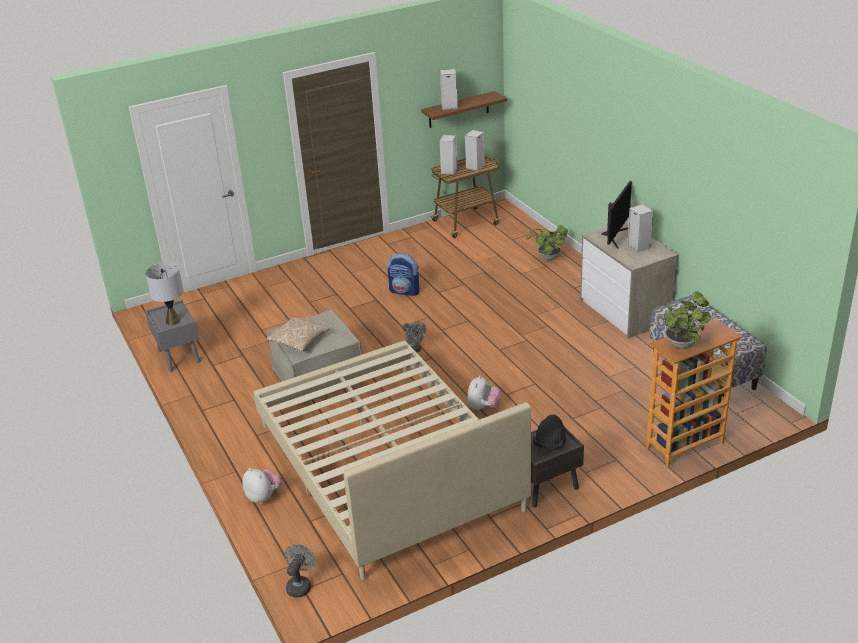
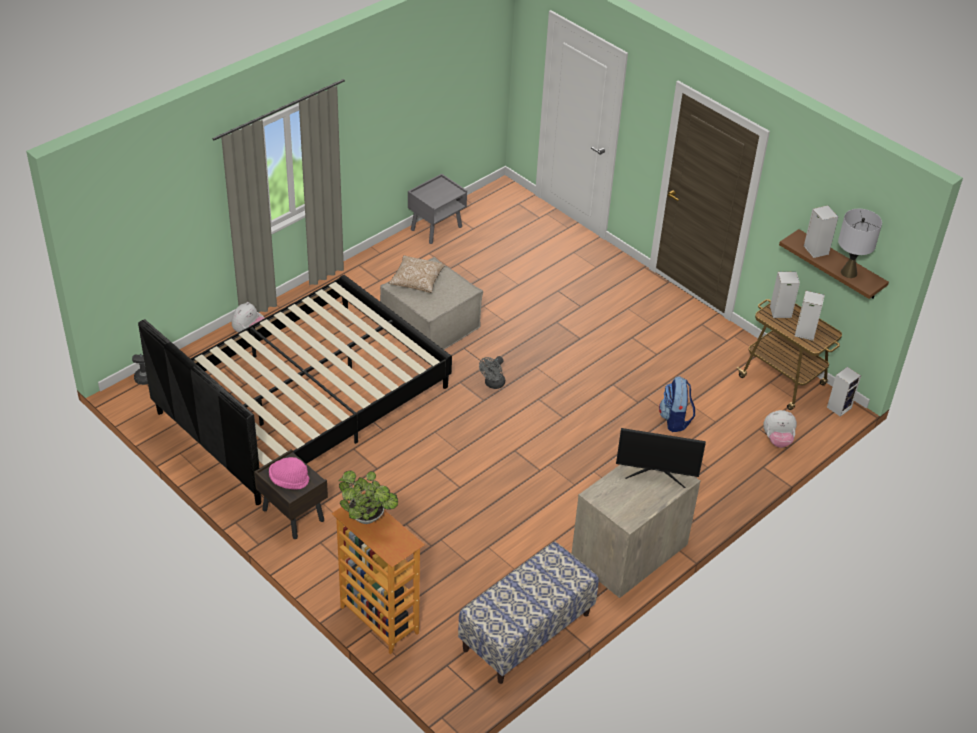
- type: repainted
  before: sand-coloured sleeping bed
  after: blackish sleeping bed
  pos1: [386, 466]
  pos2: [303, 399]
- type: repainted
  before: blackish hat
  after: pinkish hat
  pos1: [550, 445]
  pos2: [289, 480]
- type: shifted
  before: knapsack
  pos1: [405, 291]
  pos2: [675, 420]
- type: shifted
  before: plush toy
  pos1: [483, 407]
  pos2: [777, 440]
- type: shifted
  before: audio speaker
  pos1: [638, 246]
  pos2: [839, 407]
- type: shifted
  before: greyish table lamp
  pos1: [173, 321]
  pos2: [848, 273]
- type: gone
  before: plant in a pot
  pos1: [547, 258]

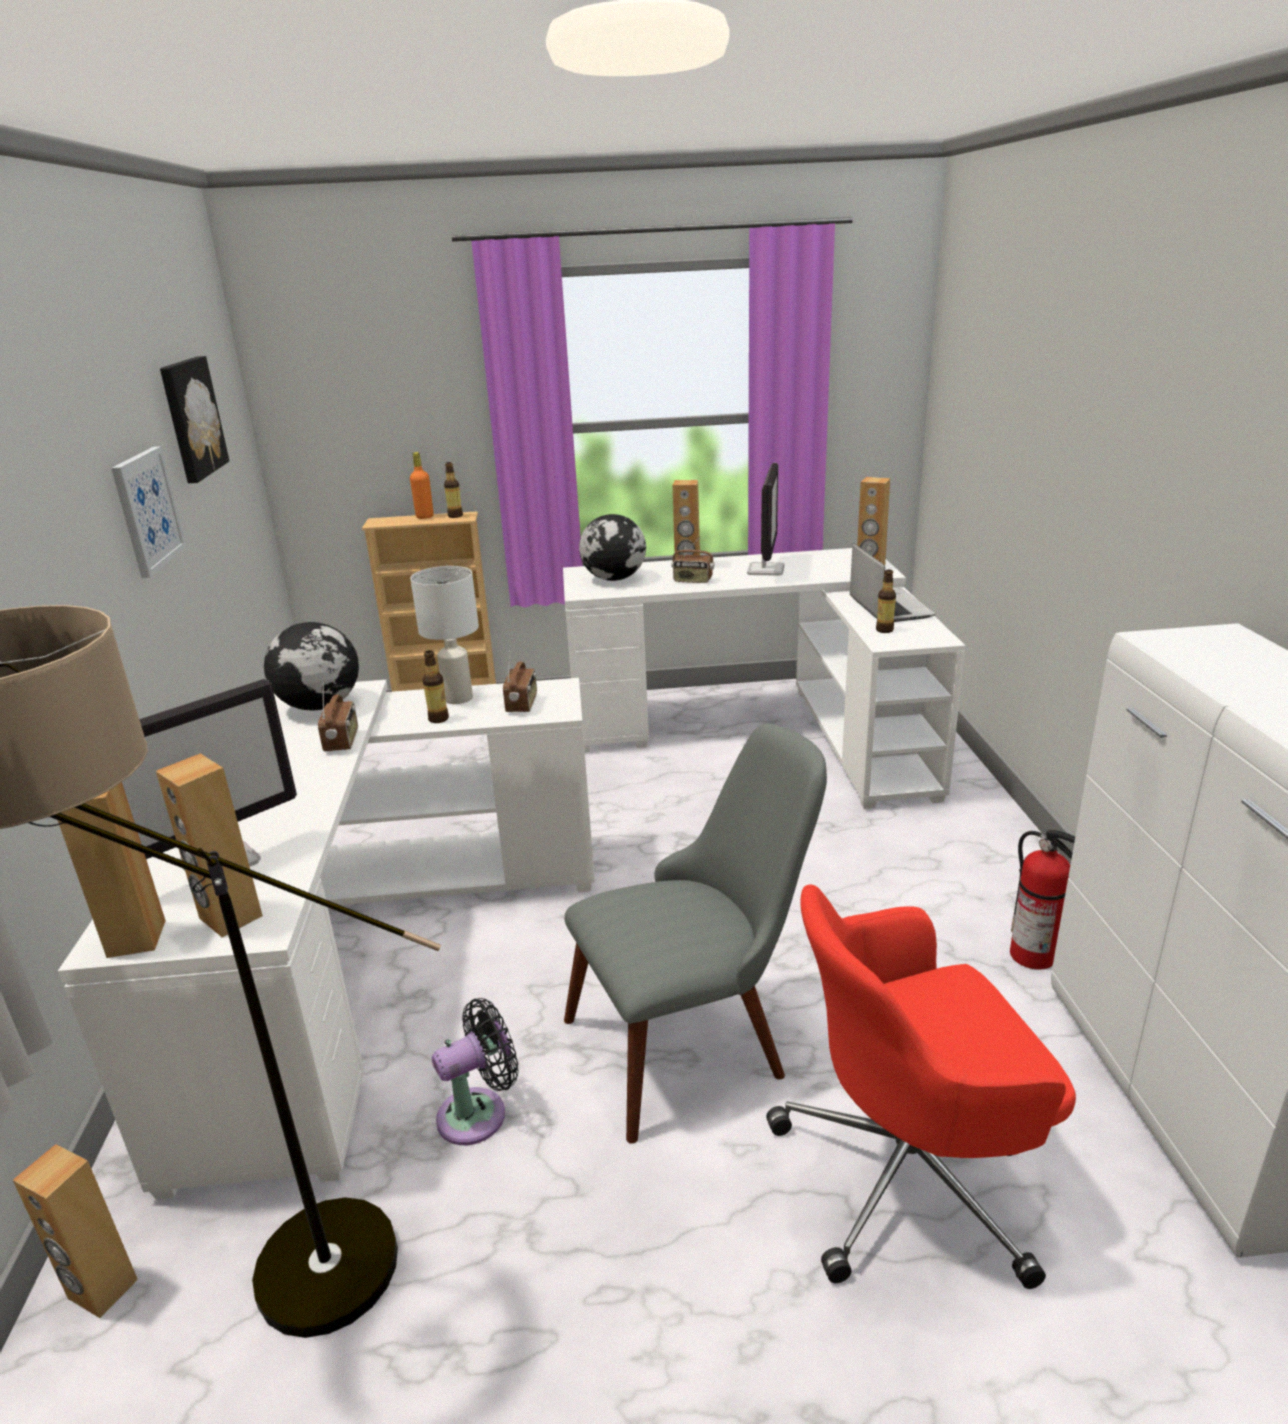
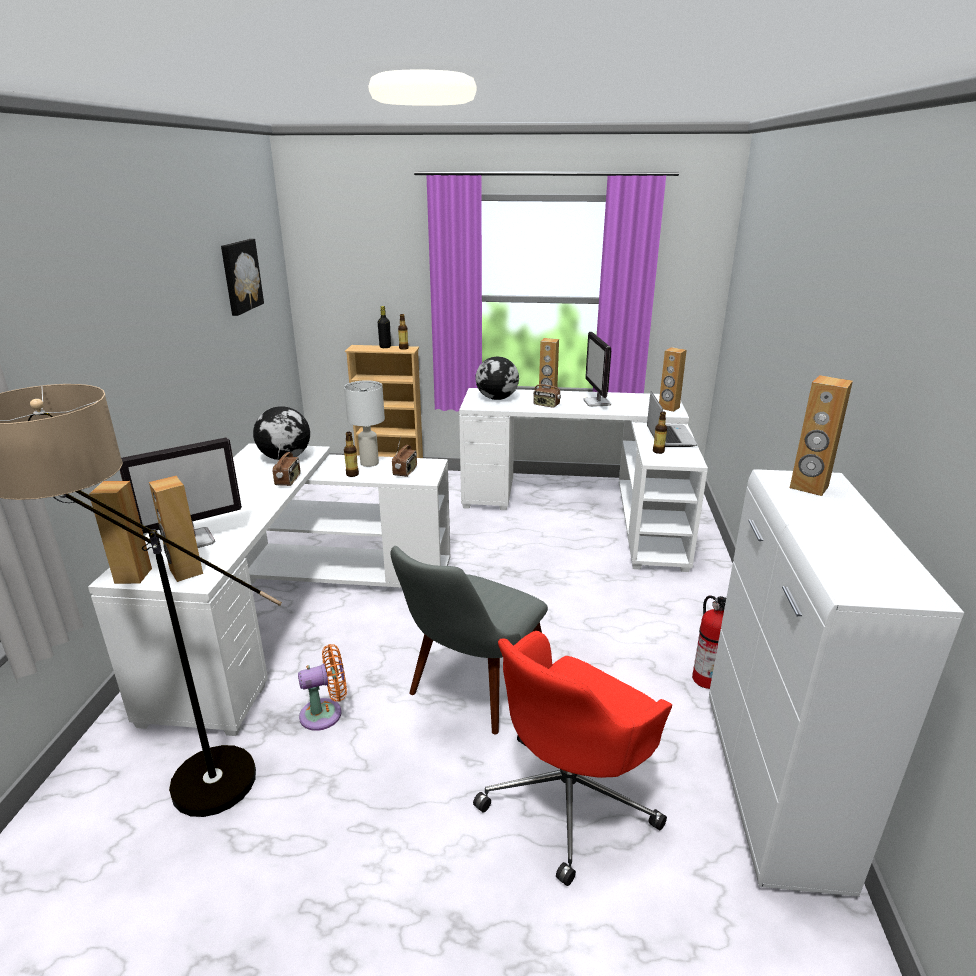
- type: repainted
  before: blackish cooling fan
  after: orange-coloured cooling fan
  pos1: [479, 1113]
  pos2: [325, 713]
- type: repainted
  before: orange-coloured beverage bottle
  after: blackish beverage bottle
  pos1: [425, 517]
  pos2: [385, 347]
- type: rotated
  before: greyish chair
  pos1: [697, 1038]
  pos2: [470, 693]
  turn: 135
- type: rotated
  before: red computer chair
  pos1: [910, 1175]
  pos2: [569, 797]
  turn: -45
- type: rotated
  before: computer display
  pos1: [765, 570]
  pos2: [597, 403]
  turn: 150
- type: shifted
  before: brown-coloured audio speaker
  pos1: [102, 1290]
  pos2: [808, 487]
- type: gone
  before: picture
  pos1: [147, 510]

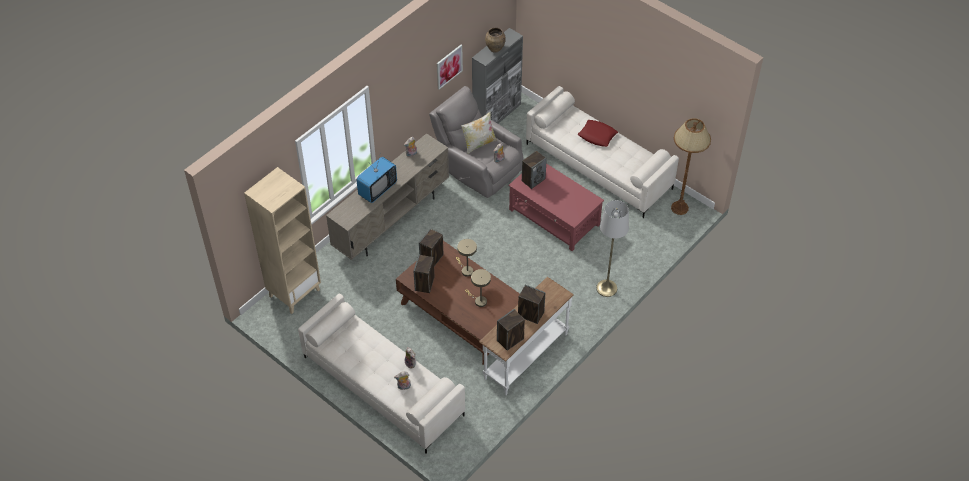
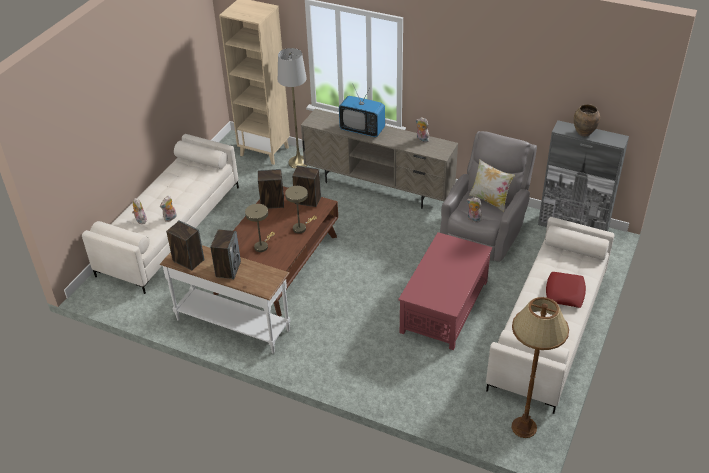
- type: shifted
  before: greyish standing lamp
  pos1: [606, 288]
  pos2: [298, 162]
- type: gone
  before: picture
  pos1: [449, 66]
- type: gone
  before: audio speaker
  pos1: [533, 180]

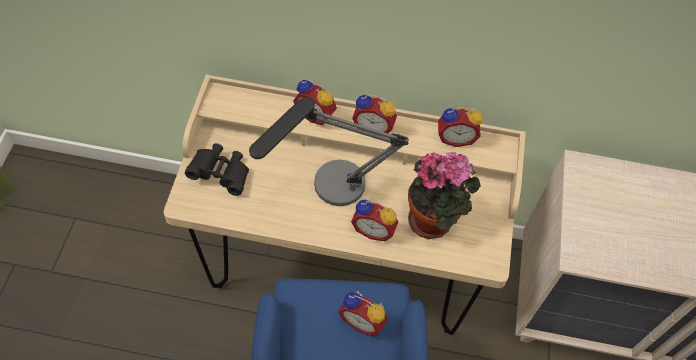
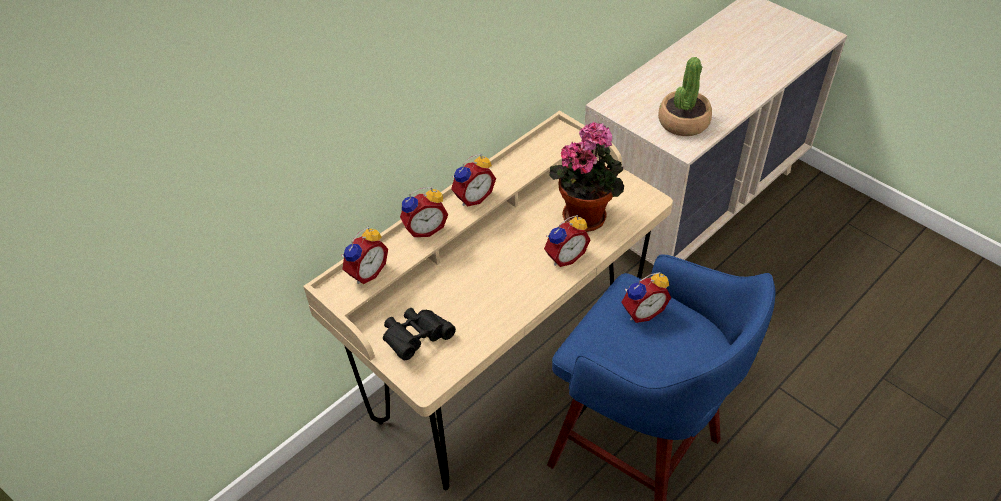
- type: shifted
  before: table clock
  pos1: [455, 137]
  pos2: [366, 272]
- type: new
  after: plant in a pot
  pos2: [683, 122]
- type: gone
  before: table lamp
  pos1: [327, 193]

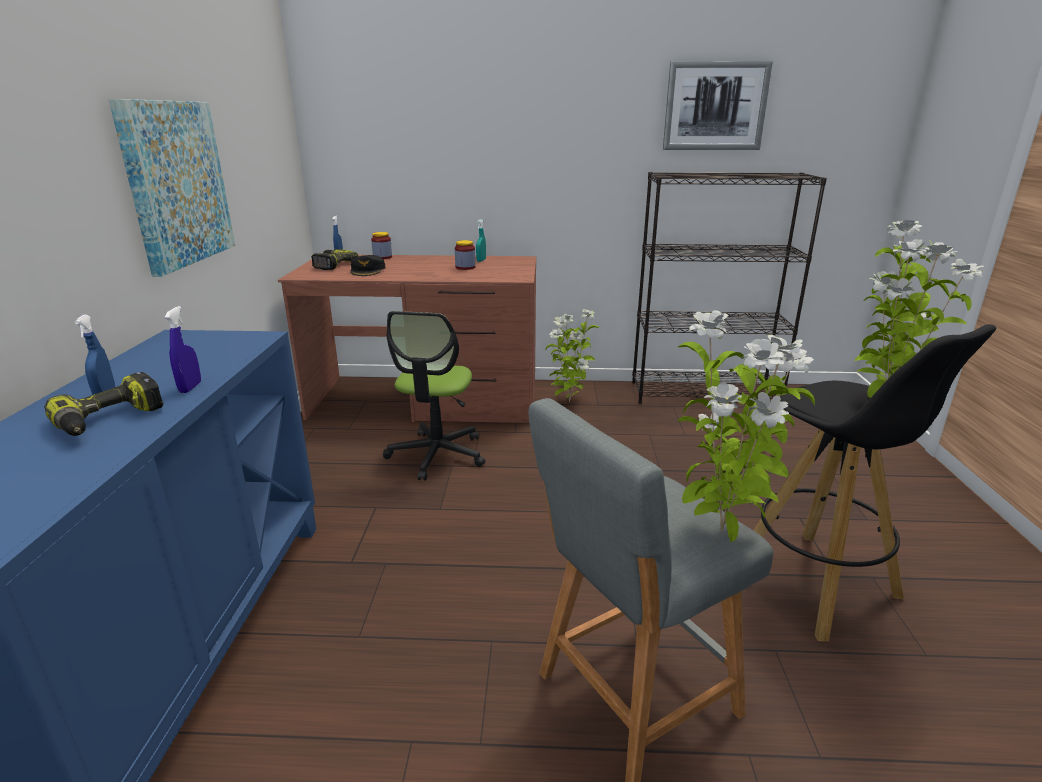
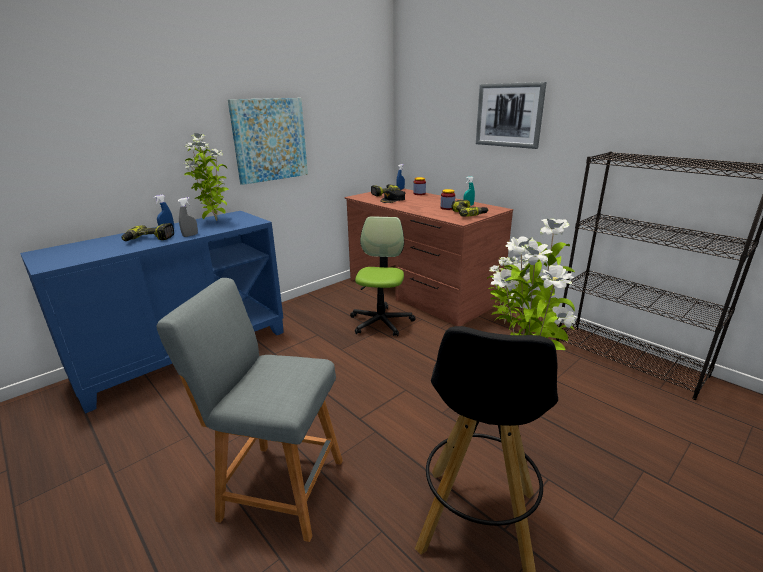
- type: repainted
  before: bluish hand sprayer
  after: greyish hand sprayer
  pos1: [190, 387]
  pos2: [190, 235]
- type: shifted
  before: plant in a pot
  pos1: [722, 533]
  pos2: [215, 221]
- type: rotated
  before: computer chair
  pos1: [437, 454]
  pos2: [381, 322]
  turn: 135
- type: new
  after: electric drill
  pos2: [468, 214]
- type: shifted
  before: picture
  pos1: [715, 106]
  pos2: [509, 115]

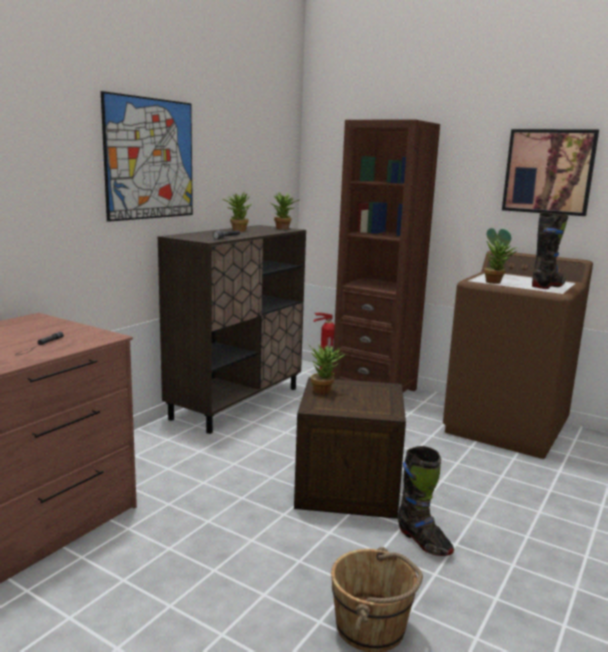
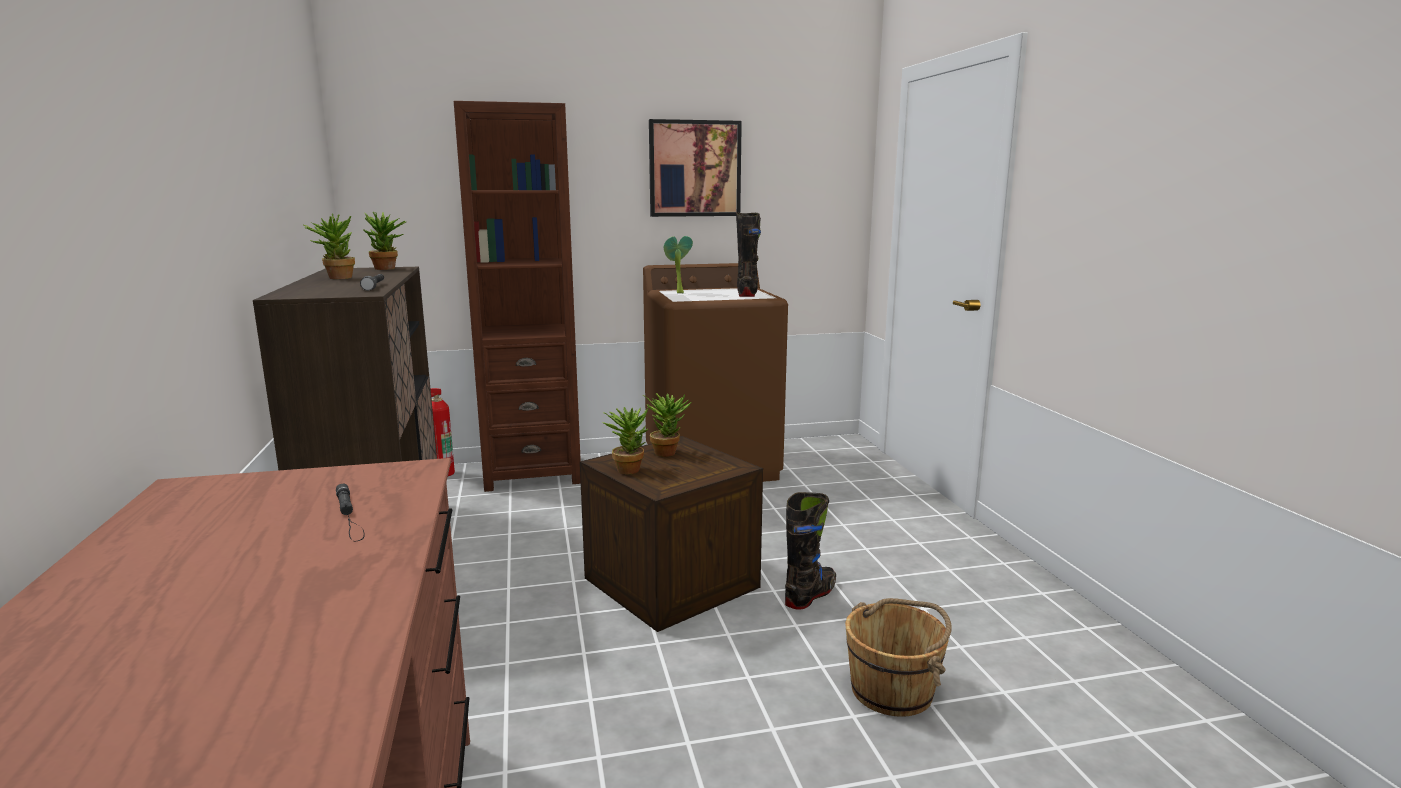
- type: shifted
  before: plant in a pot
  pos1: [496, 282]
  pos2: [668, 452]
- type: rotated
  before: blackish tall boot
  pos1: [423, 541]
  pos2: [810, 595]
  turn: -60
- type: gone
  before: picture
  pos1: [150, 159]

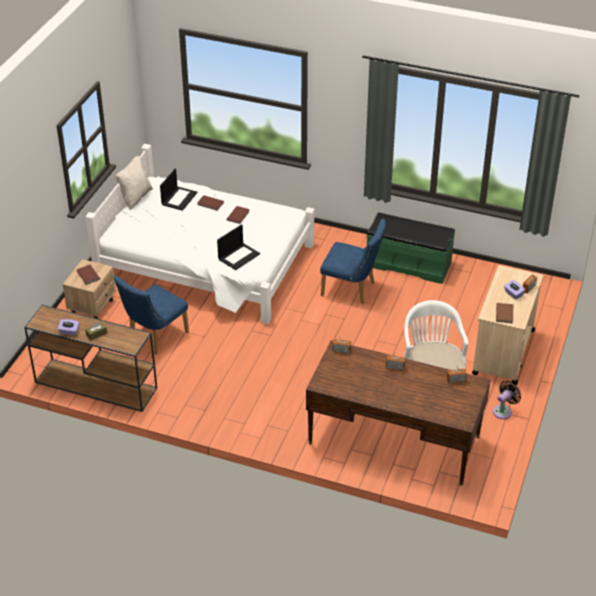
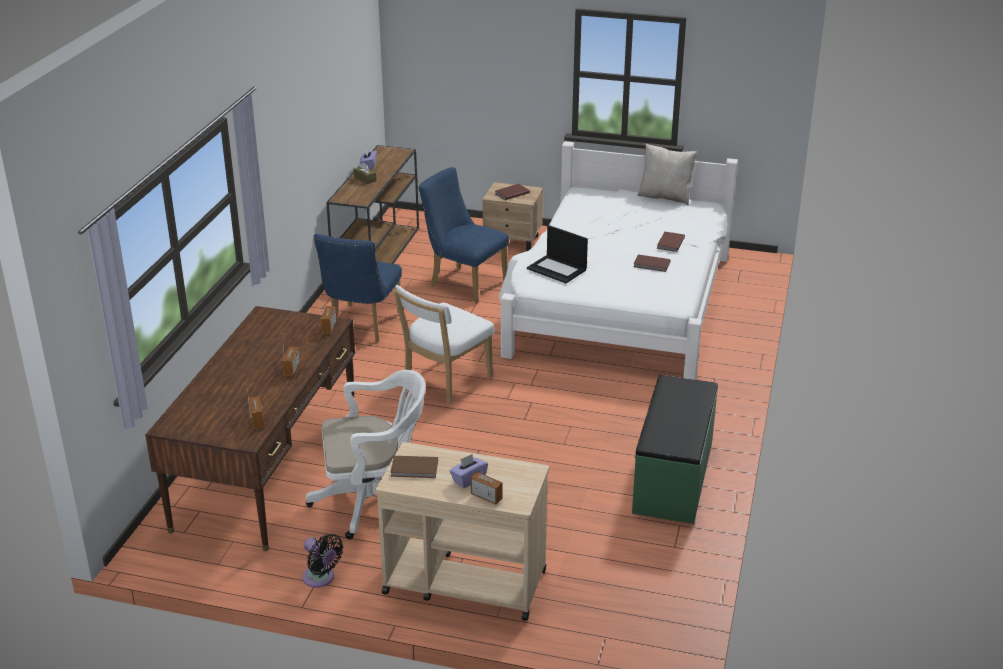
- type: shifted
  before: bluish chair
  pos1: [352, 290]
  pos2: [362, 326]
- type: new
  after: white chair
  pos2: [445, 382]
- type: gone
  before: laptop
  pos1: [179, 198]

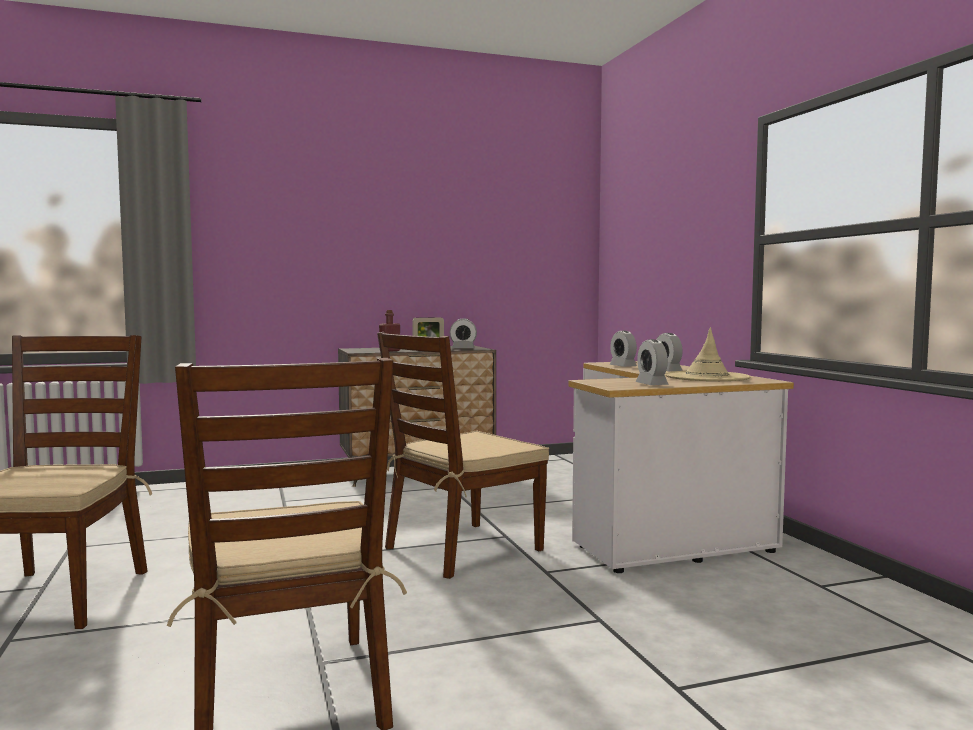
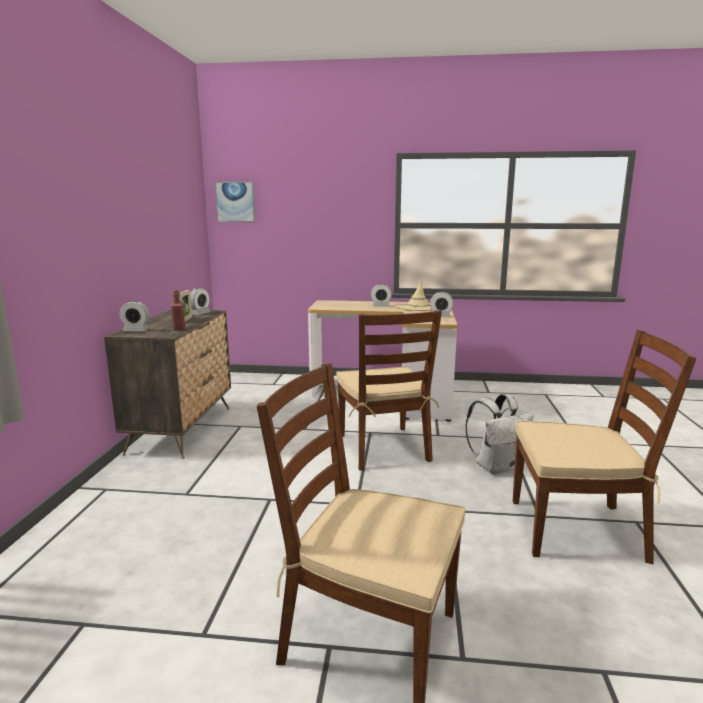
- type: shifted
  before: table clock
  pos1: [623, 366]
  pos2: [136, 330]
- type: new
  after: picture
  pos2: [235, 202]
- type: new
  after: white knapsack
  pos2: [496, 467]

